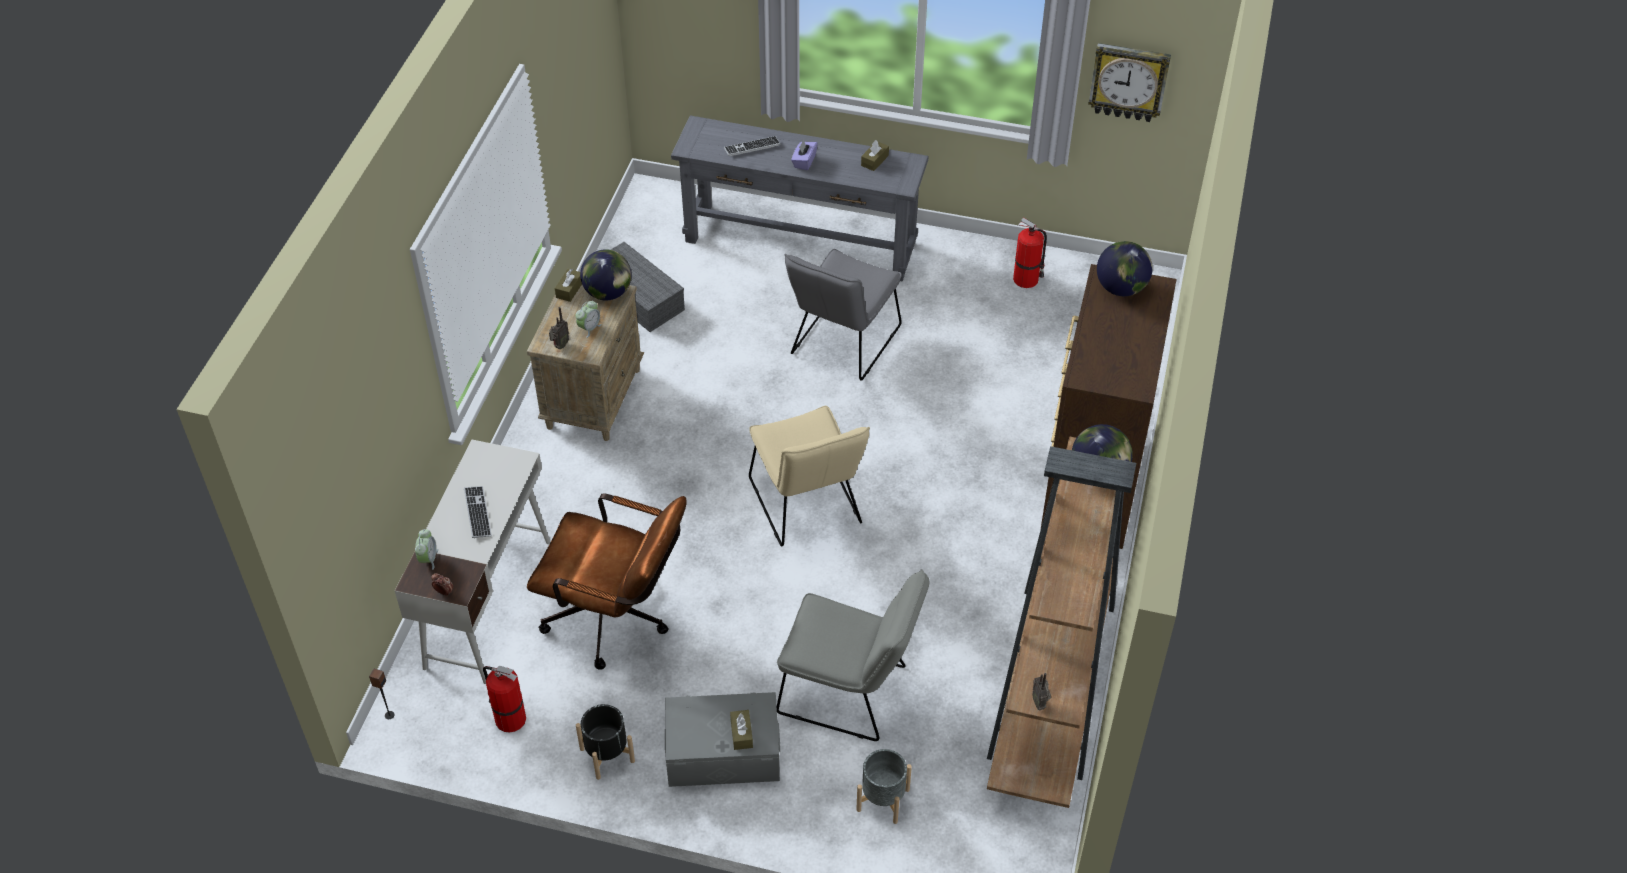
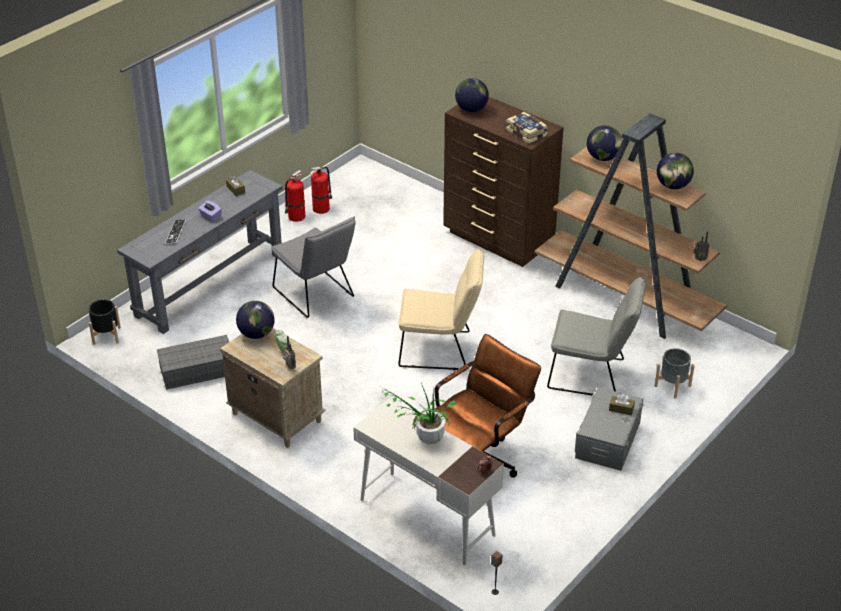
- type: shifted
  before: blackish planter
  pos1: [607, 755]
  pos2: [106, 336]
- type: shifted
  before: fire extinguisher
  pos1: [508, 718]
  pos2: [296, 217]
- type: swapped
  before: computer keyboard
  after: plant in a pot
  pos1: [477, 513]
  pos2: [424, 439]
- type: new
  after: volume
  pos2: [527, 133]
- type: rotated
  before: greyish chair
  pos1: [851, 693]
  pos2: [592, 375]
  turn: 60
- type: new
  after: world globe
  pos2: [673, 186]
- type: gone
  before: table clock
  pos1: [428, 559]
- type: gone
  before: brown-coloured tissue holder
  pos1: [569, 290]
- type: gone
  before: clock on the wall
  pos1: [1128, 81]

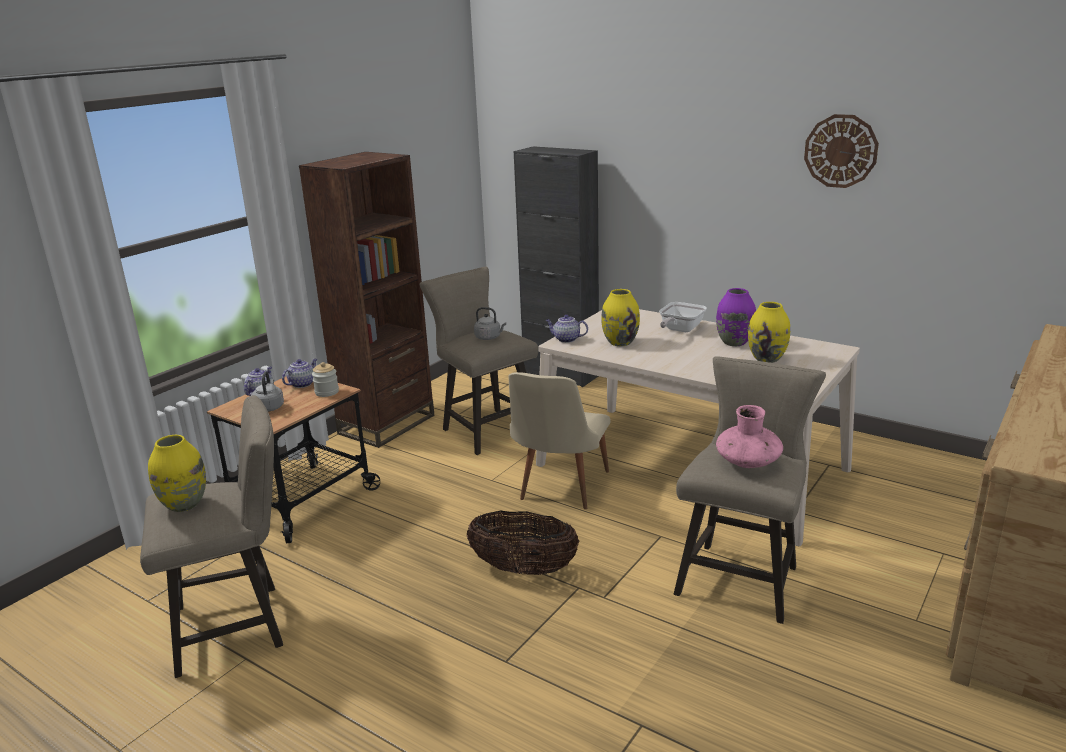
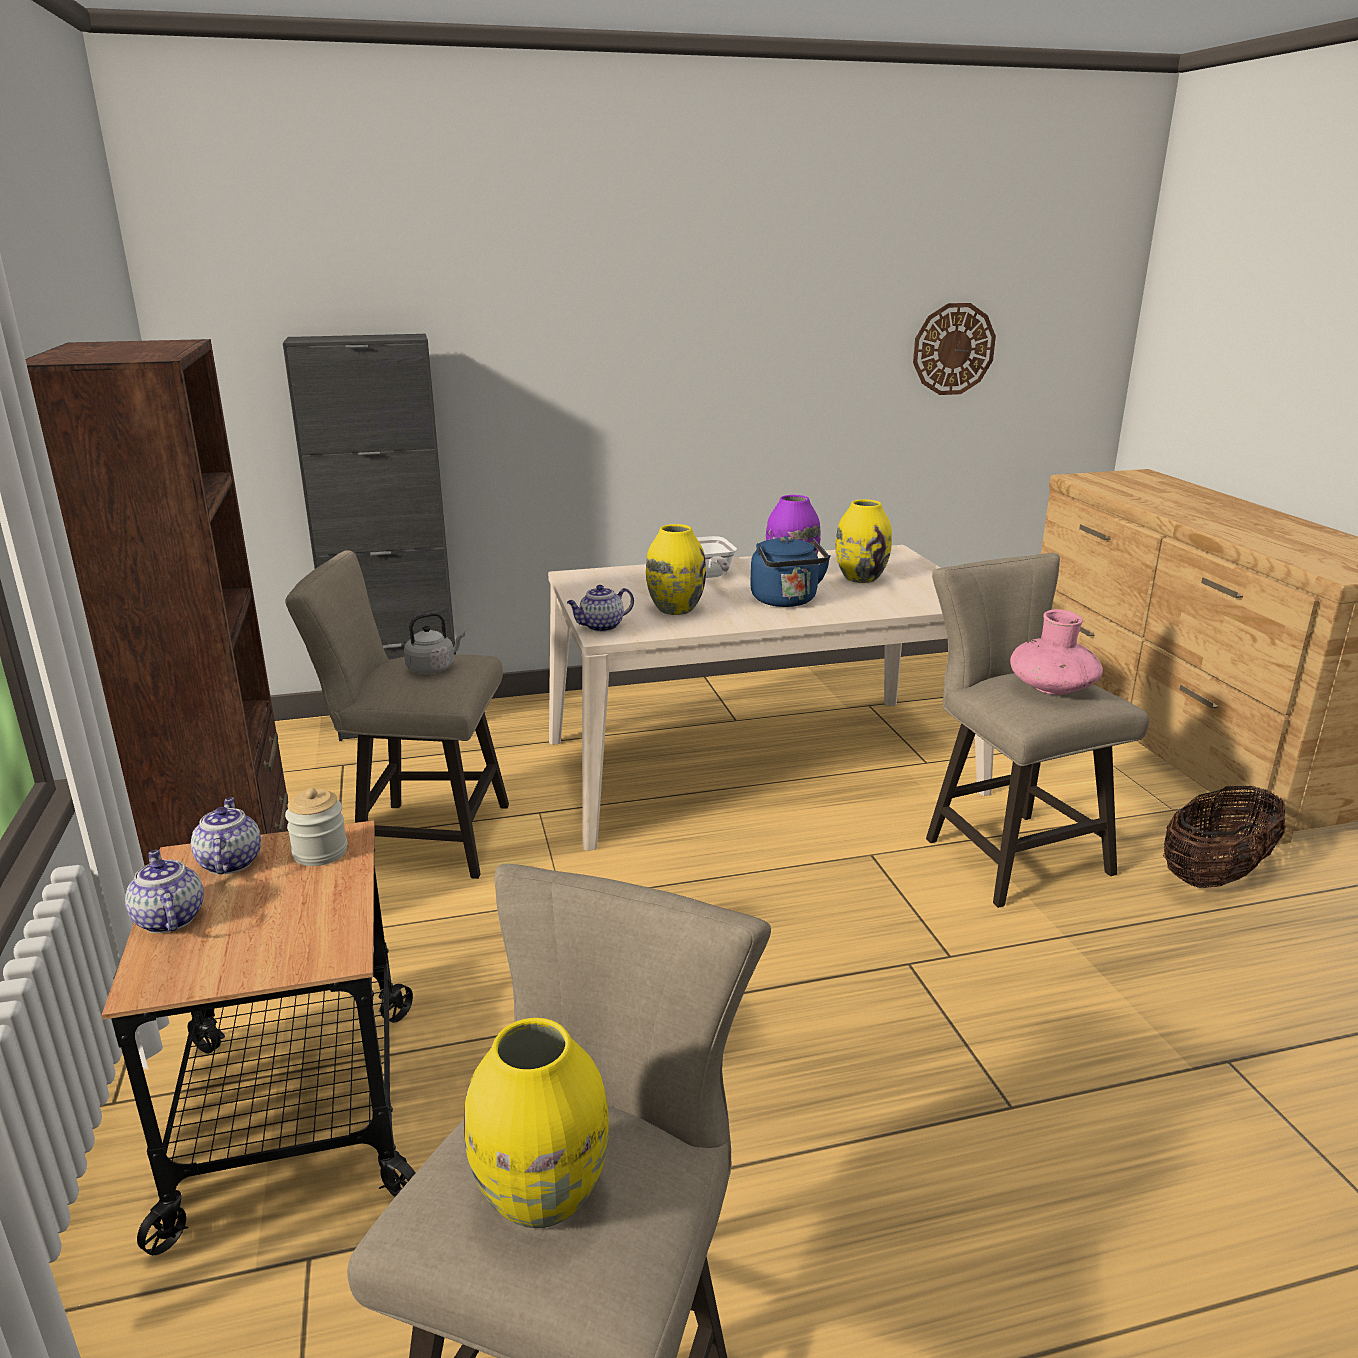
- type: new
  after: bluish kettle
  pos2: [786, 601]
- type: shifted
  before: clock on the wall
  pos1: [840, 151]
  pos2: [953, 349]
- type: shifted
  before: basket
  pos1: [523, 569]
  pos2: [1214, 875]
- type: gone
  before: greyish kettle
  pos1: [269, 407]
- type: gone
  before: sand-coloured chair
  pos1: [559, 489]

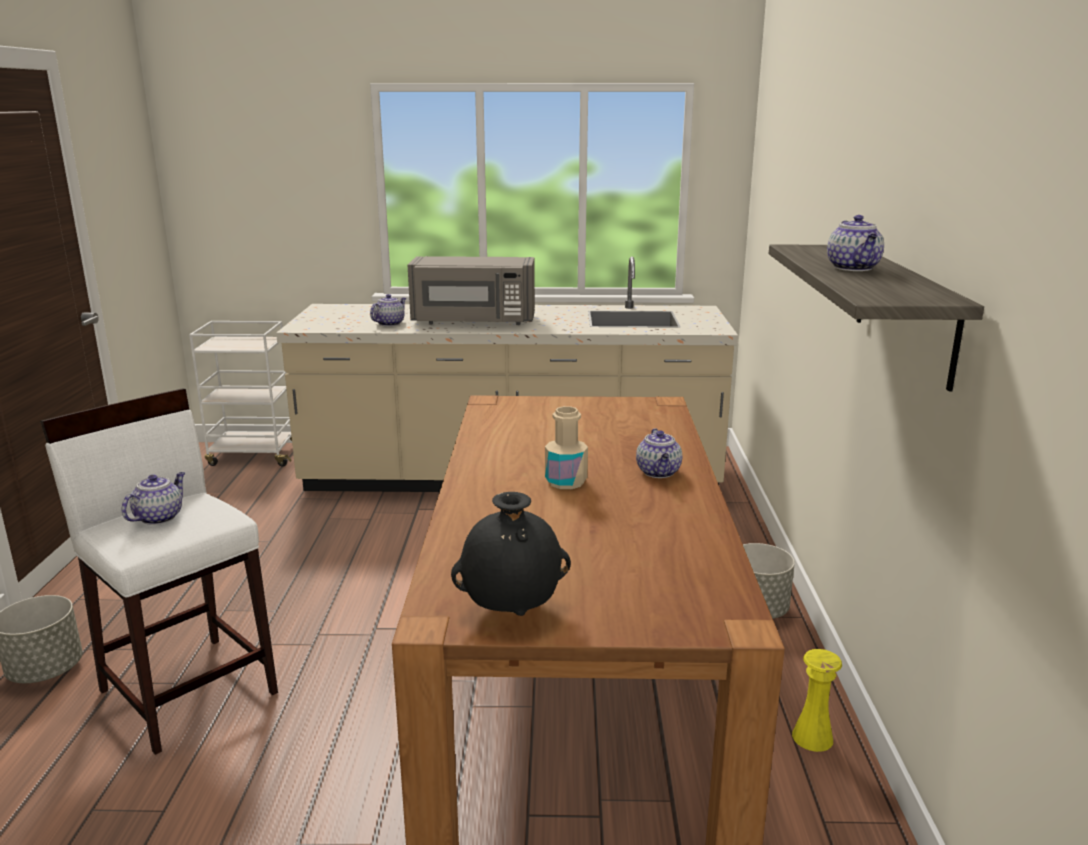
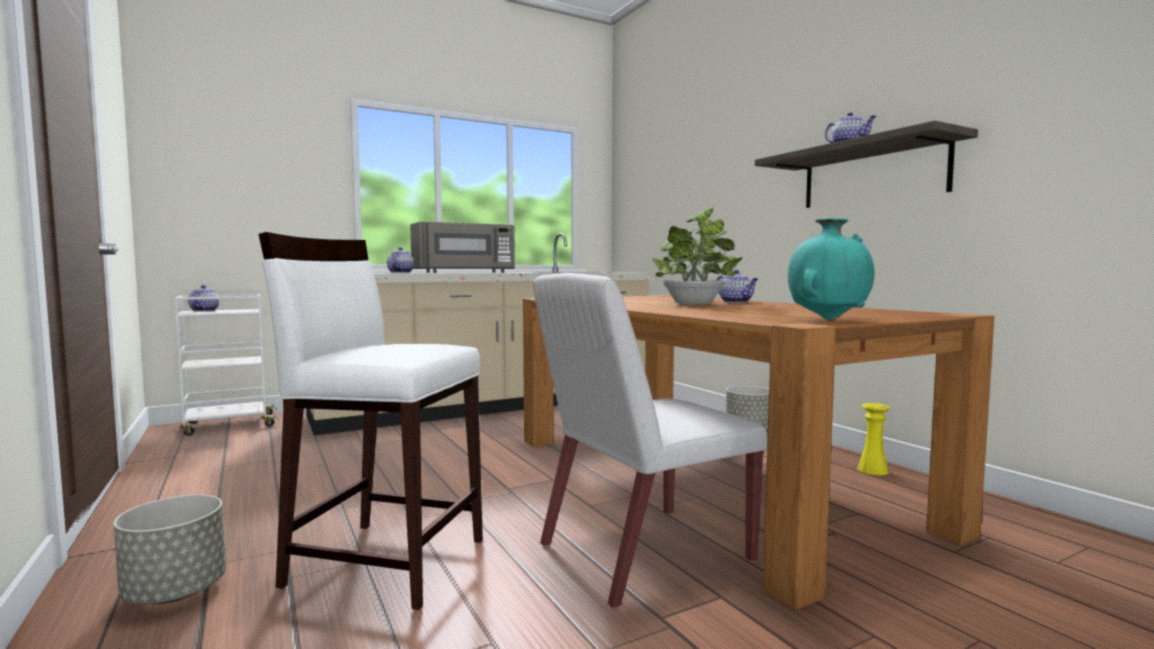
- type: shifted
  before: teapot
  pos1: [159, 517]
  pos2: [204, 311]
- type: new
  after: white chair
  pos2: [643, 553]
- type: swapped
  before: sand-coloured beverage bottle
  after: plant in a pot
  pos1: [566, 482]
  pos2: [695, 305]
- type: repainted
  before: blackish flower vase
  after: blue-green flower vase
  pos1: [513, 609]
  pos2: [828, 319]

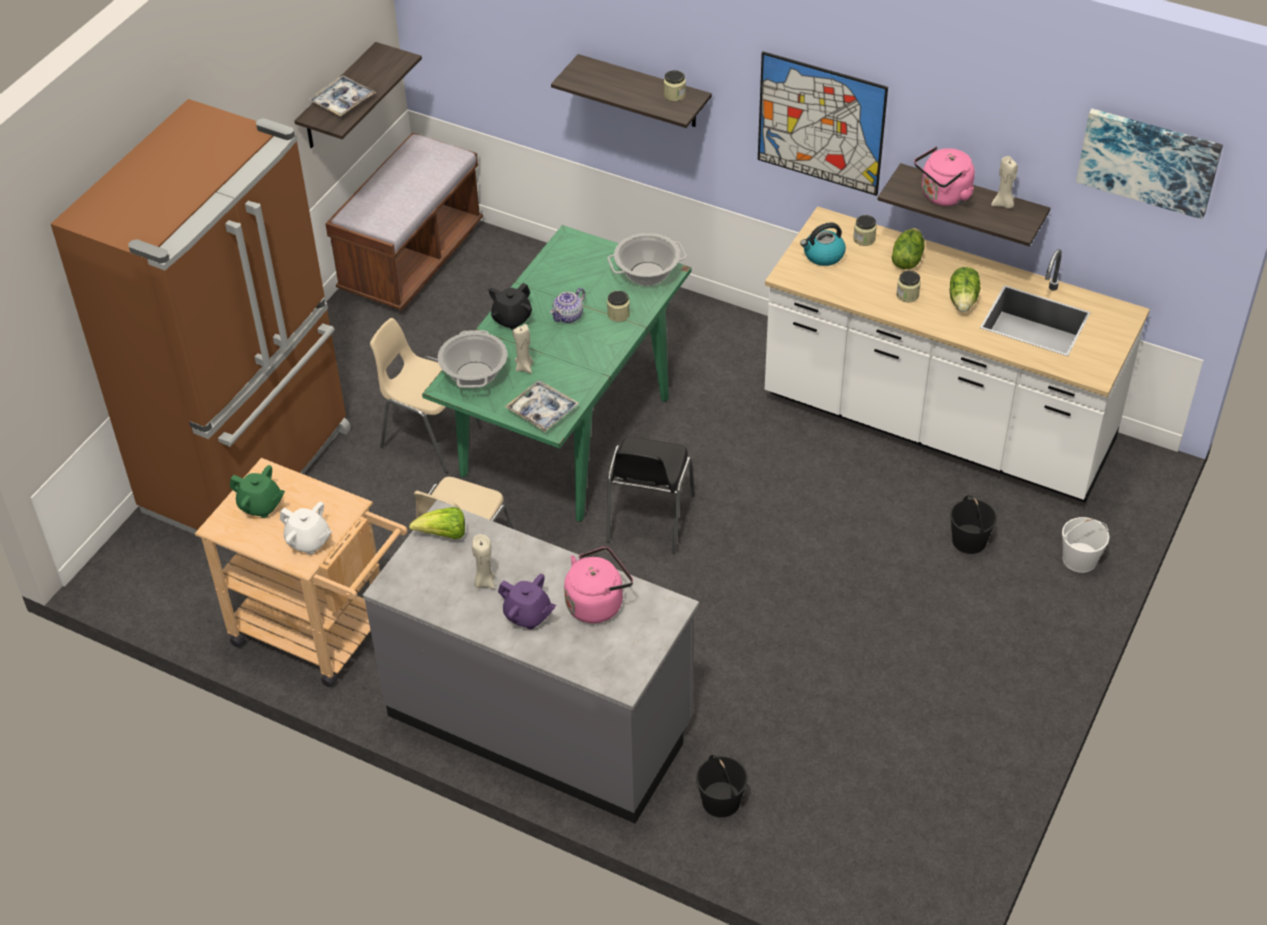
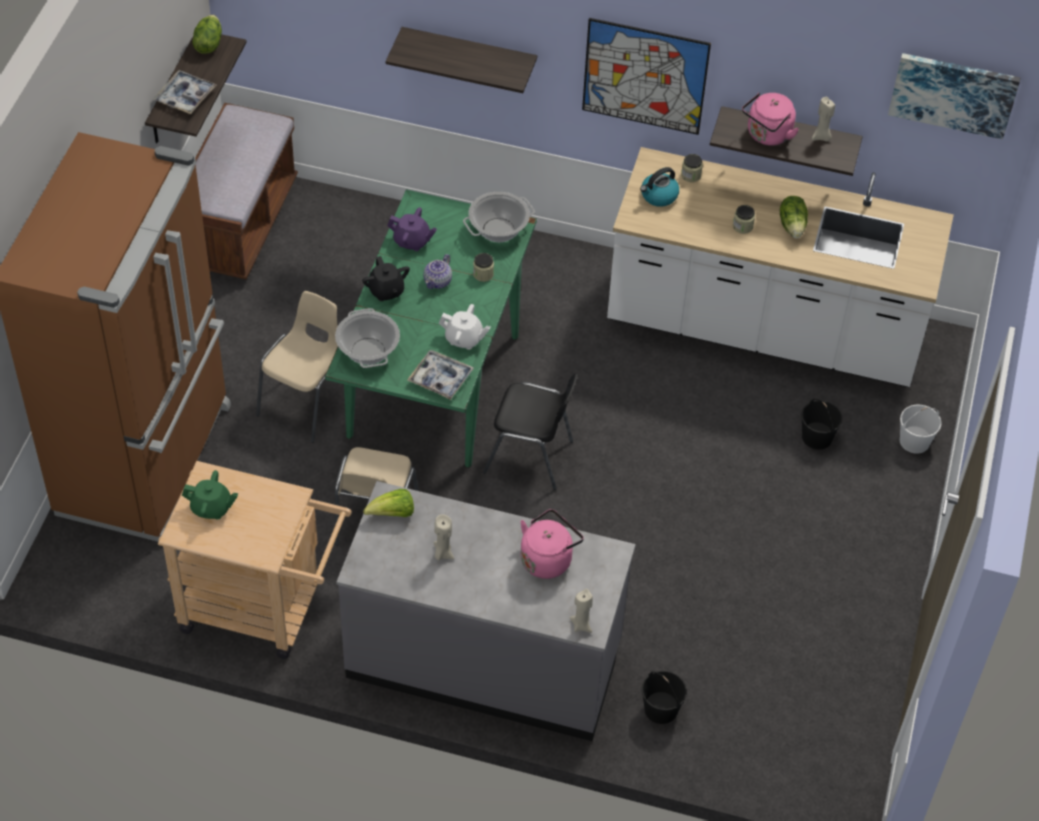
- type: shifted
  before: head of lettuce
  pos1: [906, 259]
  pos2: [208, 44]
- type: rotated
  before: sand-coloured chair
  pos1: [428, 436]
  pos2: [306, 403]
  turn: 105
- type: rotated
  before: blackish teapot
  pos1: [511, 319]
  pos2: [386, 291]
  turn: -45
- type: shifted
  before: purplish teapot
  pos1: [528, 615]
  pos2: [412, 241]
- type: shifted
  before: white teapot
  pos1: [308, 541]
  pos2: [464, 339]
- type: rotated
  before: blackish chair
  pos1: [648, 520]
  pos2: [531, 457]
  turn: -75
- type: shifted
  before: sand-coloured wax candle
  pos1: [524, 367]
  pos2: [581, 625]
- type: gone
  before: storage jar
  pos1: [674, 95]

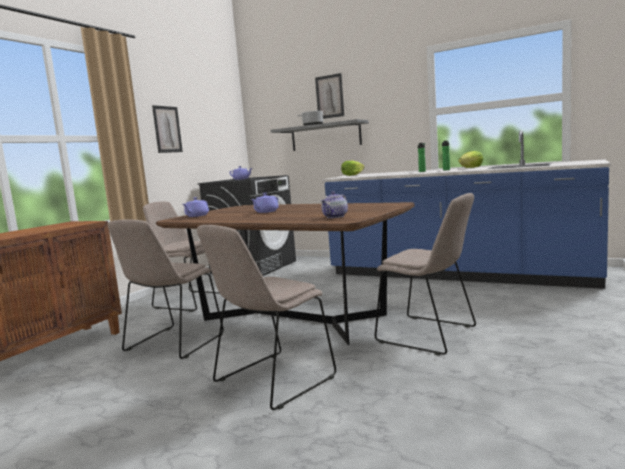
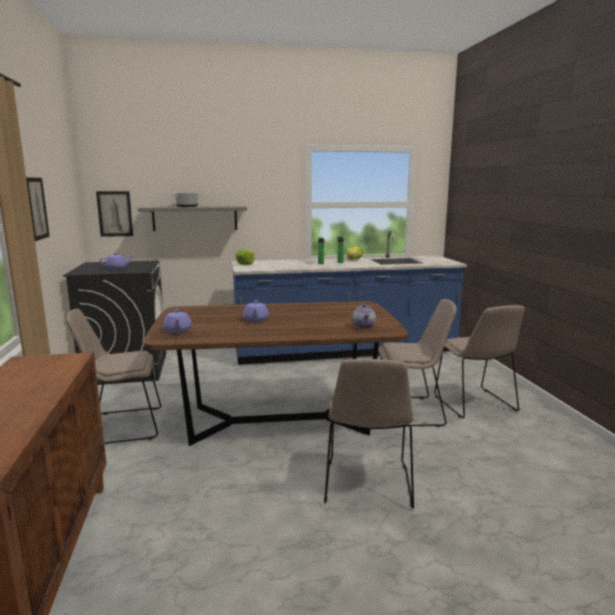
- type: shifted
  before: picture
  pos1: [329, 96]
  pos2: [115, 214]
- type: shifted
  before: sand-coloured chair
  pos1: [173, 344]
  pos2: [475, 405]

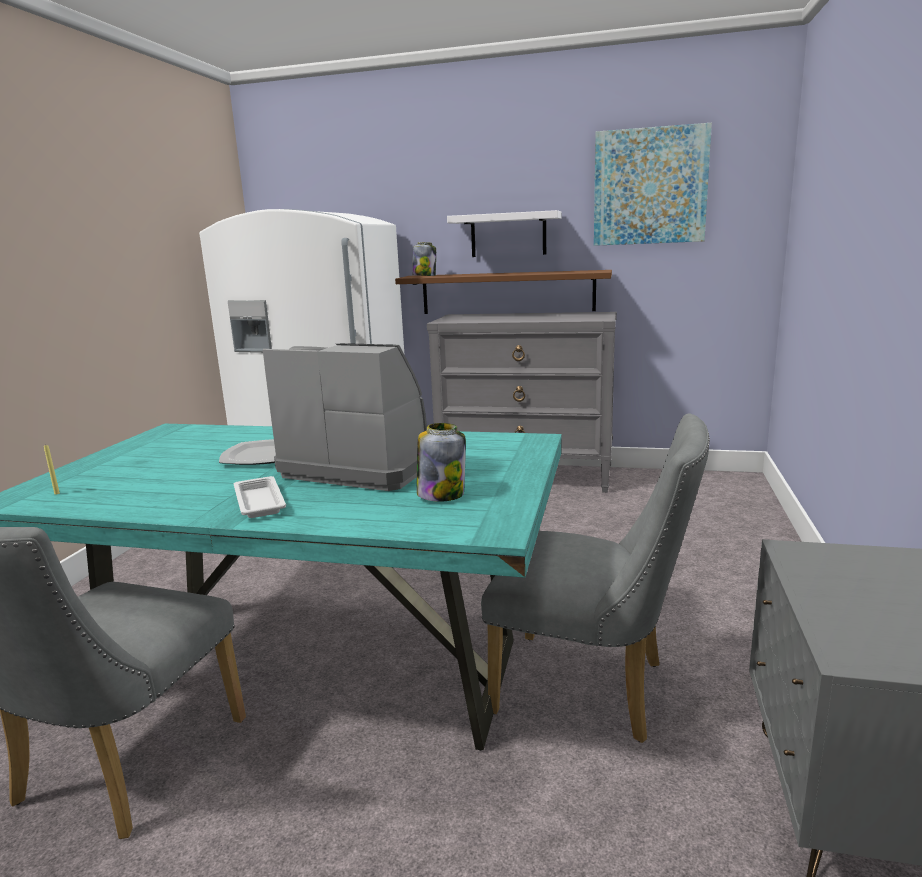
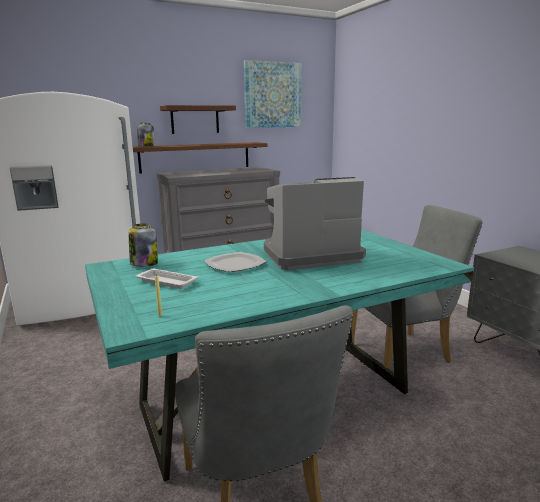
- type: shifted
  before: storage jar
  pos1: [441, 494]
  pos2: [144, 264]
- type: shifted
  before: white carrying tray
  pos1: [259, 501]
  pos2: [166, 282]
- type: repainted
  before: white wall shelf
  after: brown-coloured wall shelf
  pos1: [508, 235]
  pos2: [195, 119]

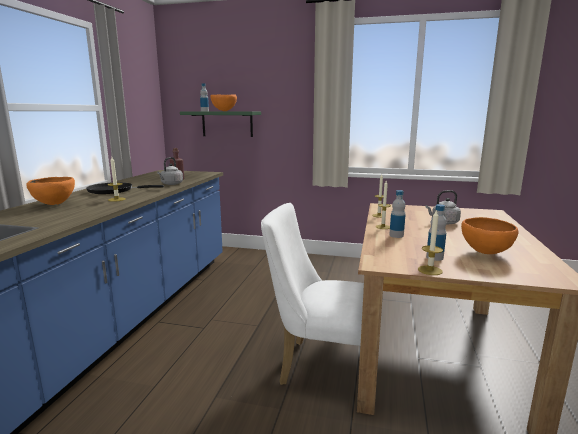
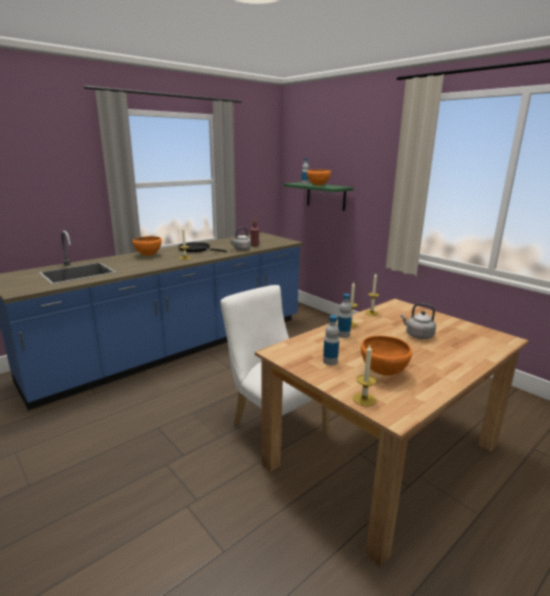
- type: shifted
  before: wax candle
  pos1: [430, 270]
  pos2: [364, 399]

